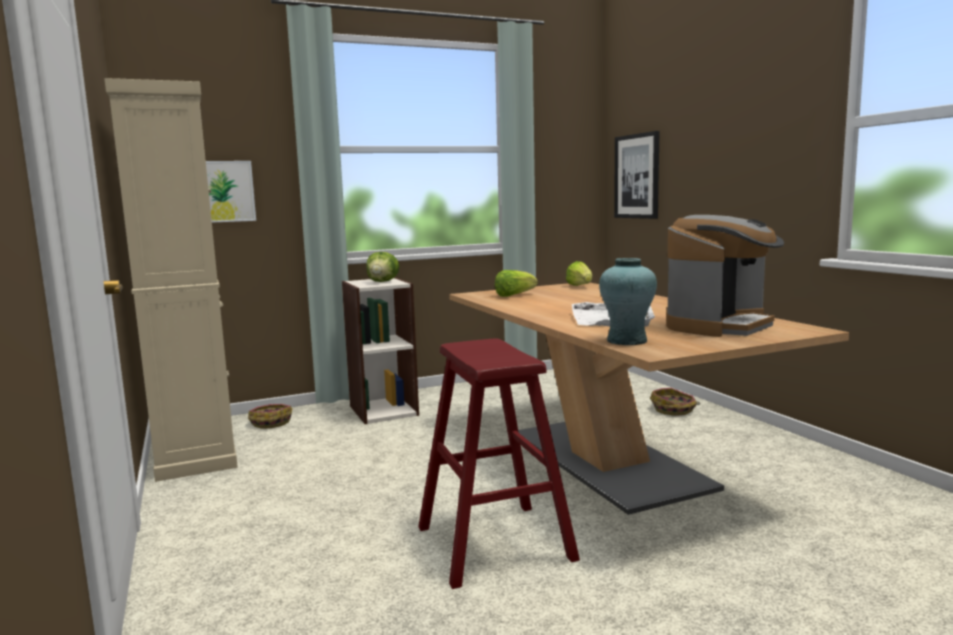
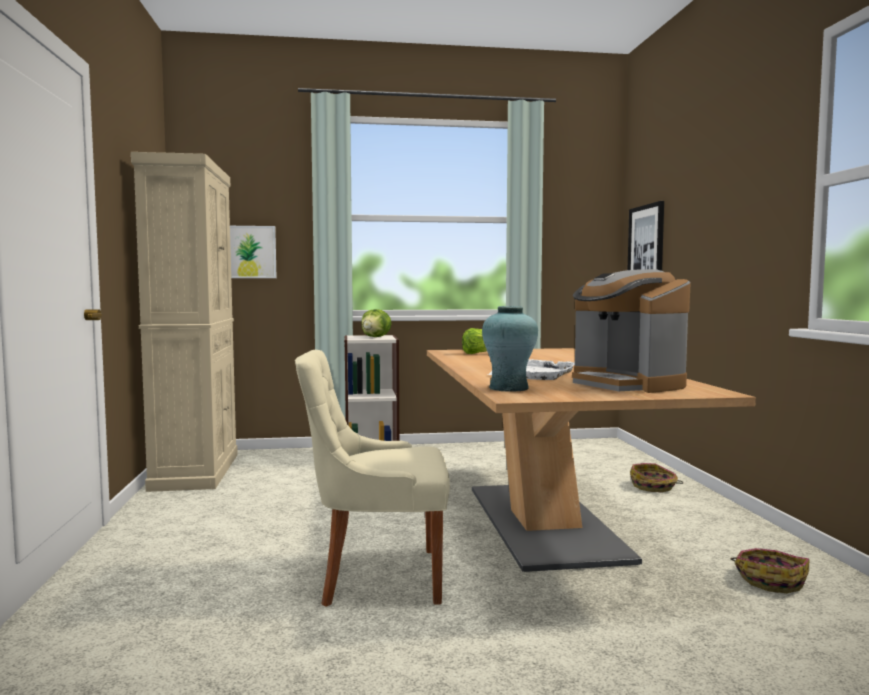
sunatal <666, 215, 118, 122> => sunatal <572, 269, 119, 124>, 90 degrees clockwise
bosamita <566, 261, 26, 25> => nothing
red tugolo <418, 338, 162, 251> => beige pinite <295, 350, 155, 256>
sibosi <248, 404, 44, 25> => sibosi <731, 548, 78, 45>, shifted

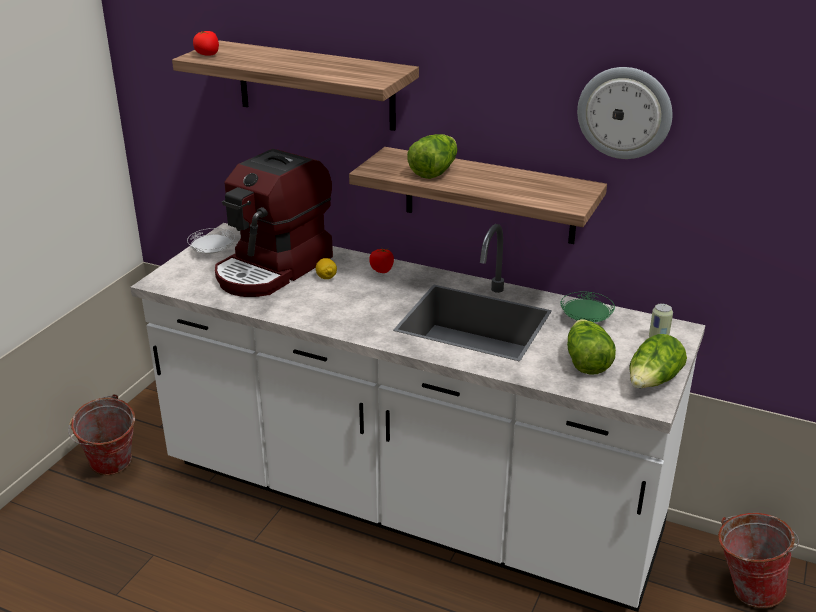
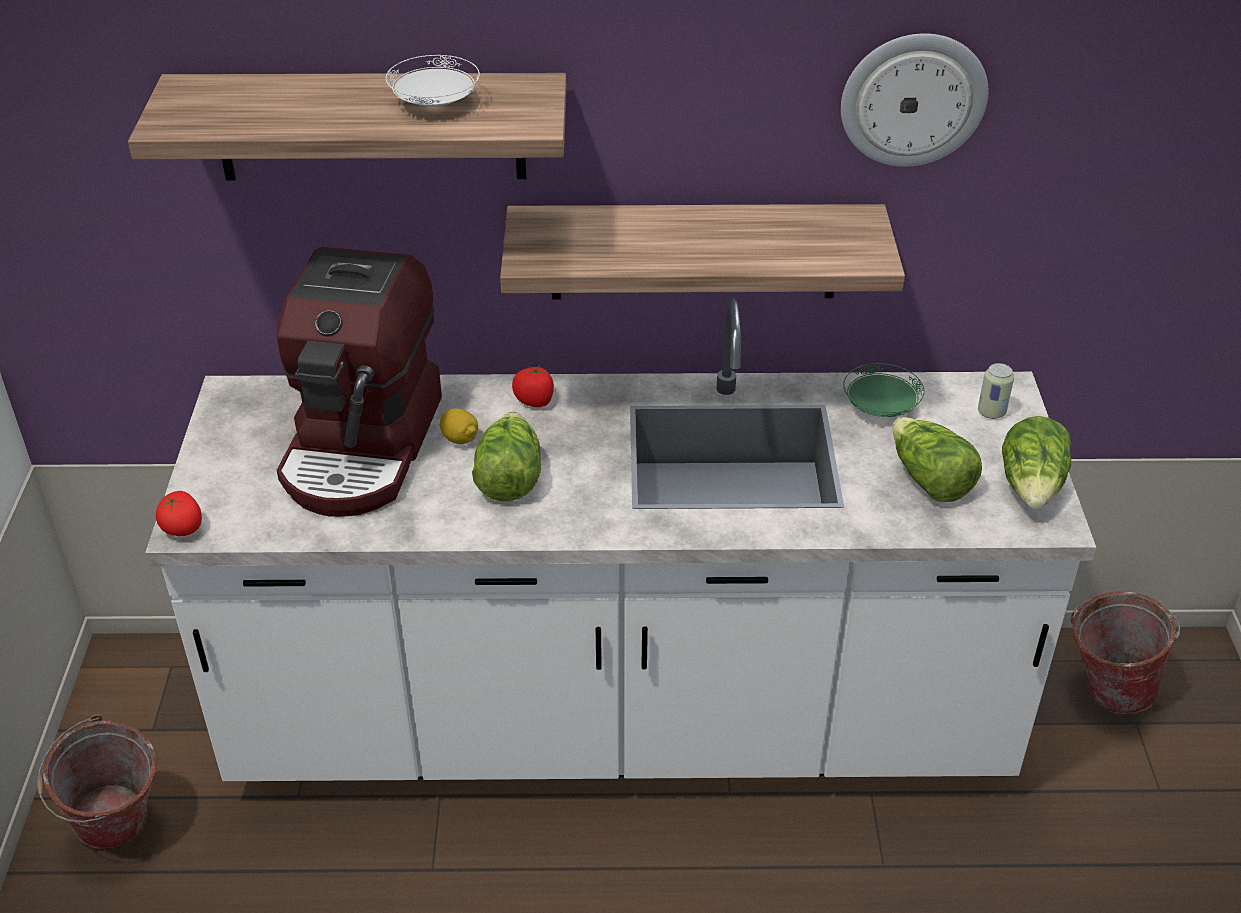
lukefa <193, 31, 26, 25> => lukefa <156, 491, 46, 45>, shifted
bosamita <407, 134, 51, 45> => bosamita <472, 412, 69, 89>, shifted
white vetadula <187, 228, 48, 26> => white vetadula <386, 55, 94, 52>, shifted

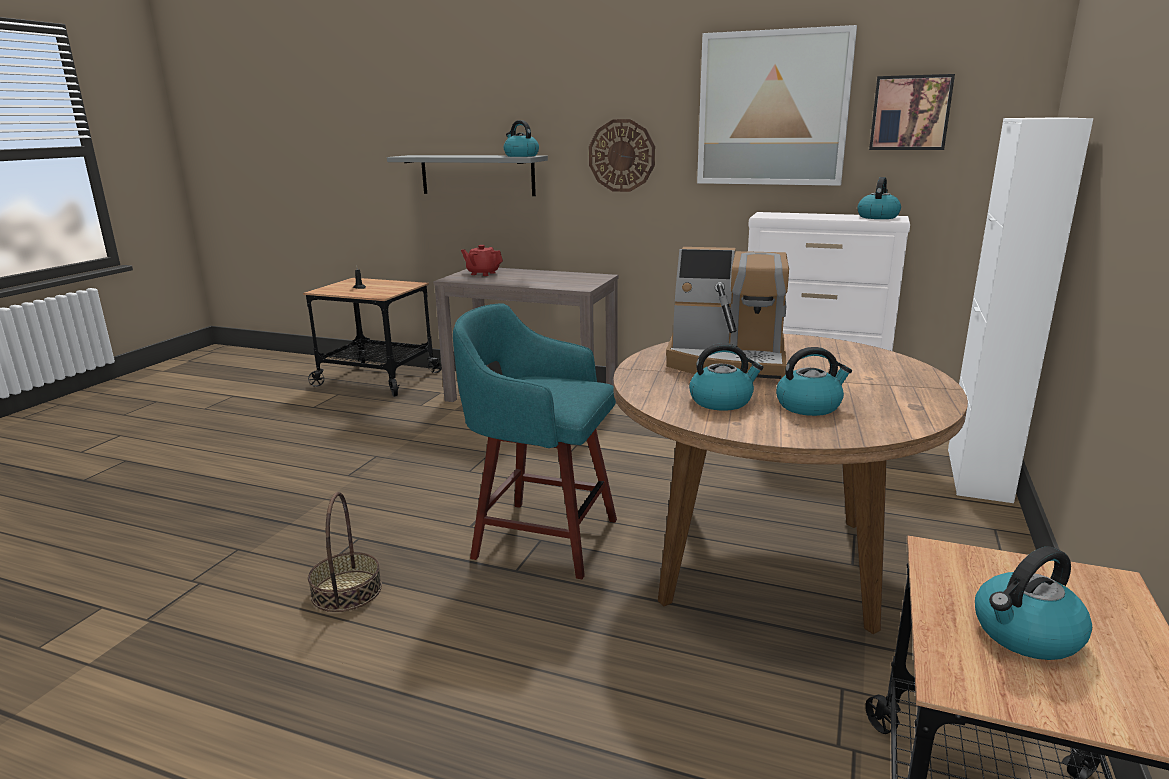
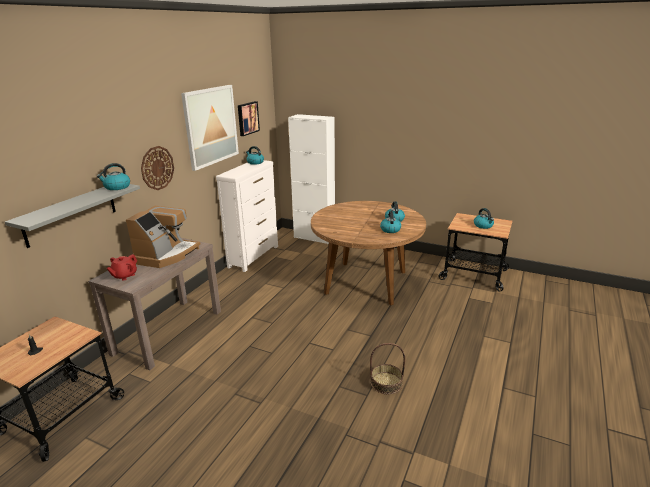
sunatal <666, 247, 123, 132> => sunatal <126, 206, 74, 62>, shifted
turquoise tugolo <453, 303, 164, 276> => nothing

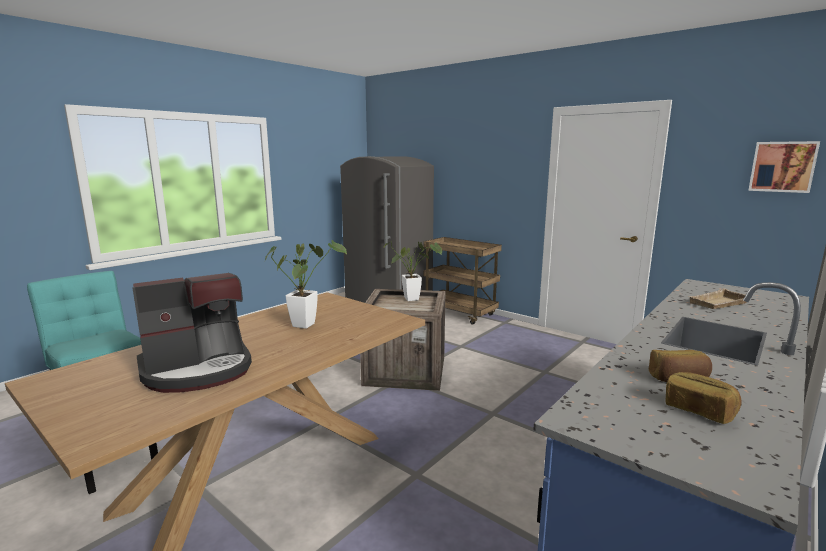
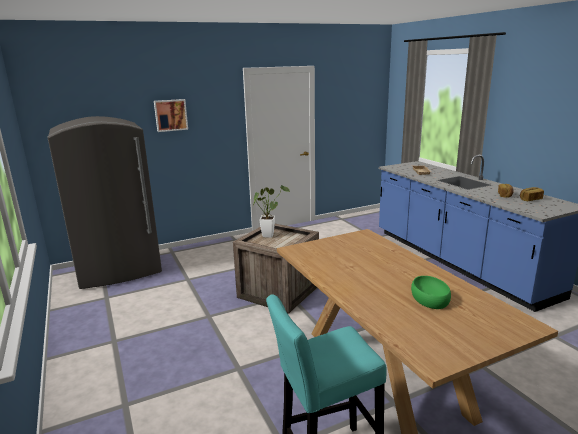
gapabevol <748, 141, 72, 52> => gapabevol <154, 99, 34, 33>, shifted
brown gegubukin <423, 237, 79, 87> => nothing
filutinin <265, 240, 82, 89> => nothing
sunatal <132, 273, 120, 120> => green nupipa <411, 276, 40, 33>

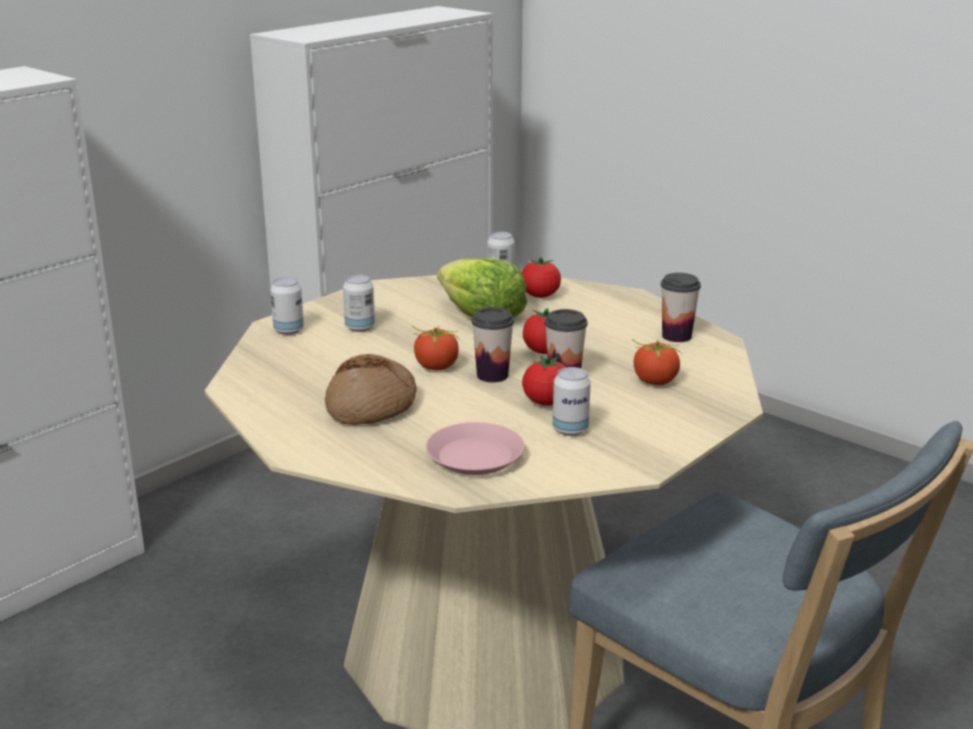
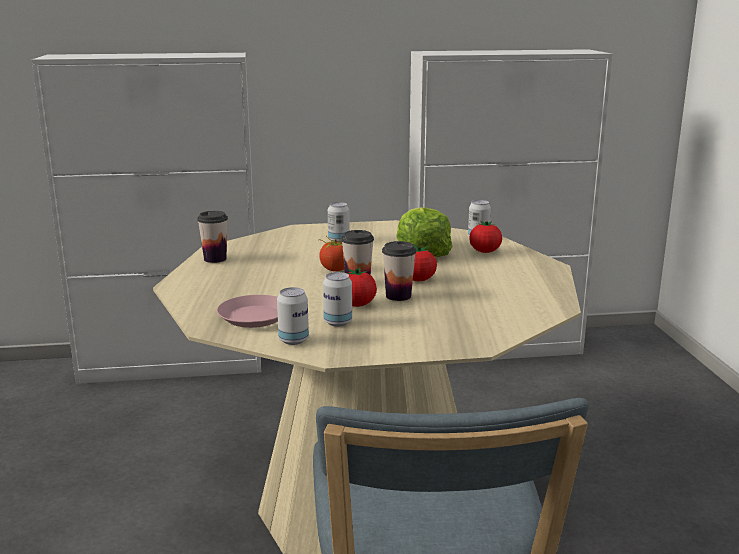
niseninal <661, 273, 40, 69> => niseninal <197, 211, 31, 52>, shifted
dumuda <270, 277, 34, 58> => dumuda <277, 287, 32, 58>, shifted
lukefa <632, 339, 51, 46> => nothing
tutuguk <325, 354, 92, 71> => nothing

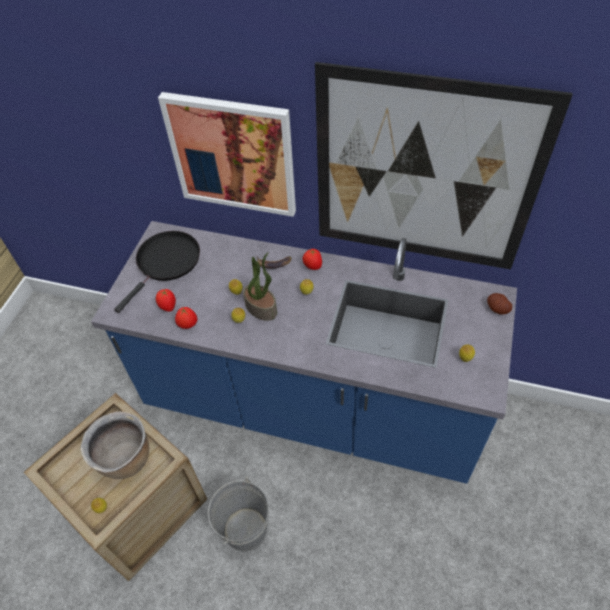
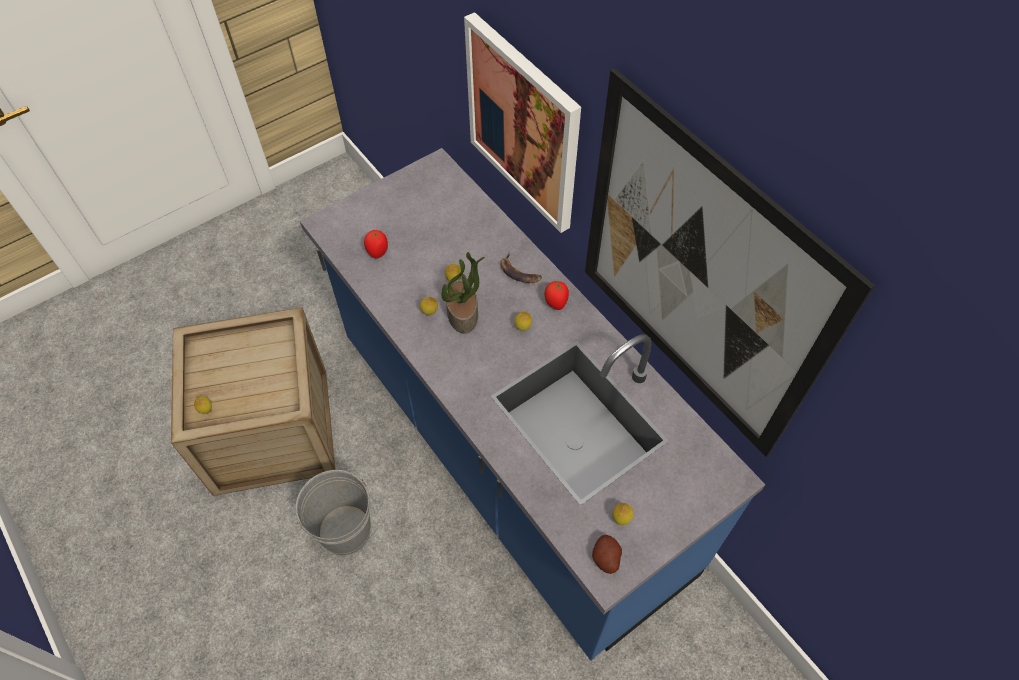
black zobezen <114, 231, 86, 82> => nothing
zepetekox <487, 293, 25, 22> => zepetekox <592, 535, 30, 39>, shifted
lukefa <175, 307, 22, 22> => nothing
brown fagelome <80, 412, 69, 67> => nothing

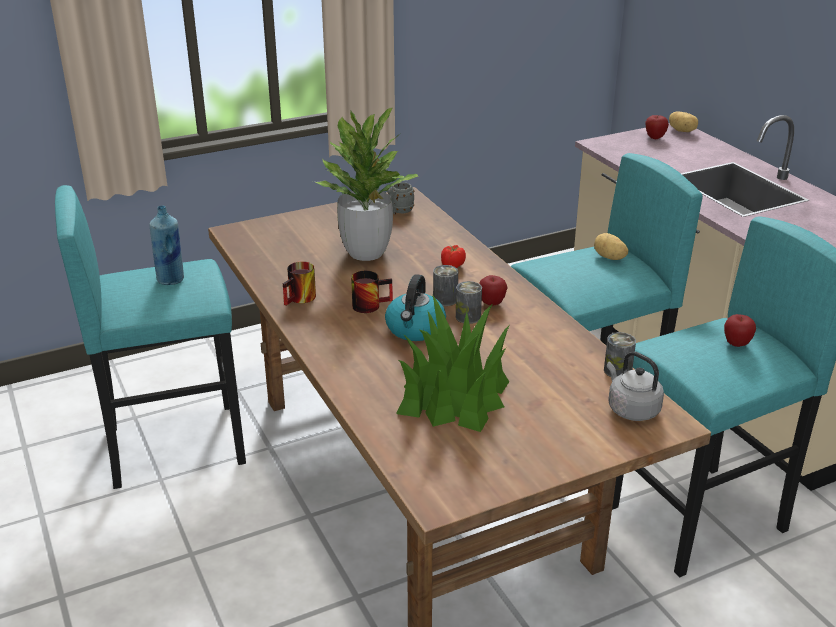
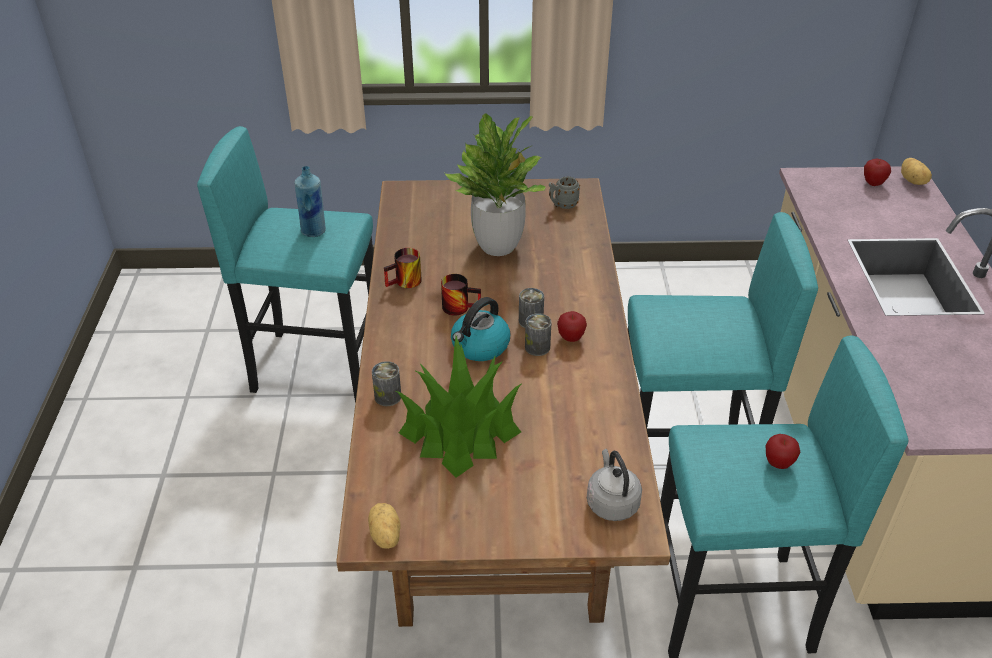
zepetekox <594, 233, 34, 27> => zepetekox <368, 503, 33, 46>, shifted
lukefa <441, 245, 25, 23> => nothing
dumuda <604, 332, 32, 45> => dumuda <372, 361, 29, 45>, shifted

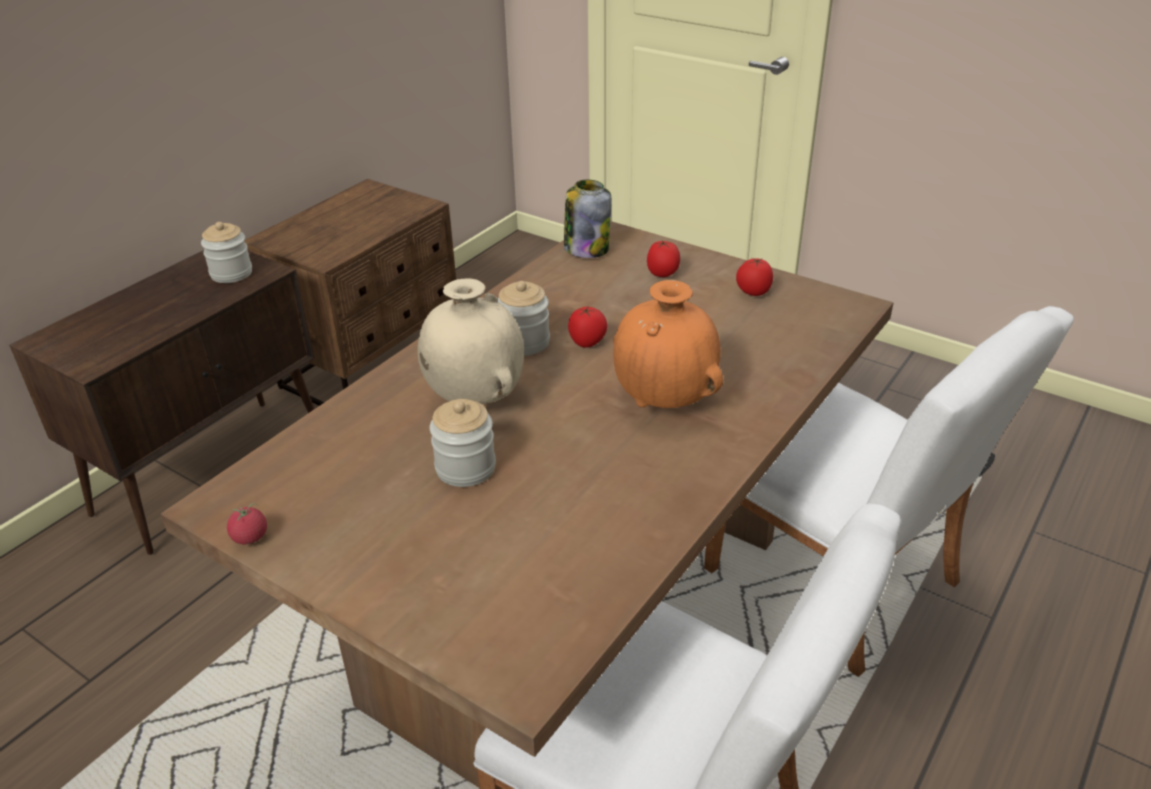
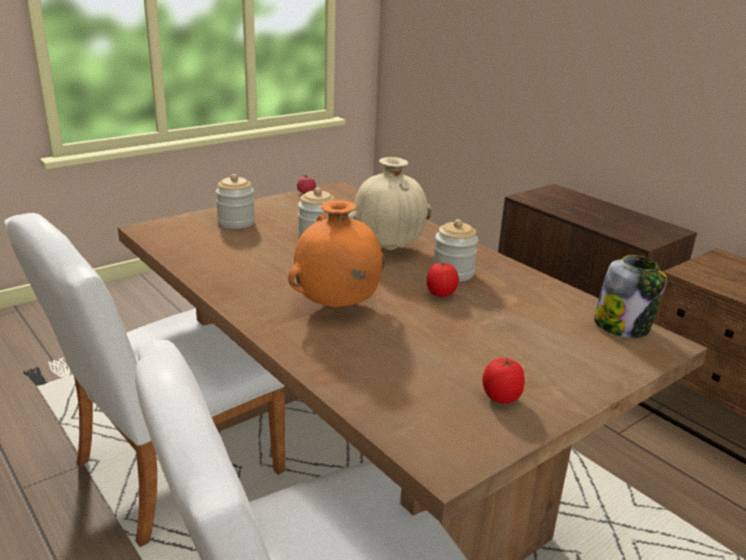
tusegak <201, 222, 51, 61> => tusegak <216, 174, 39, 55>, shifted
lukefa <647, 240, 33, 37> => nothing

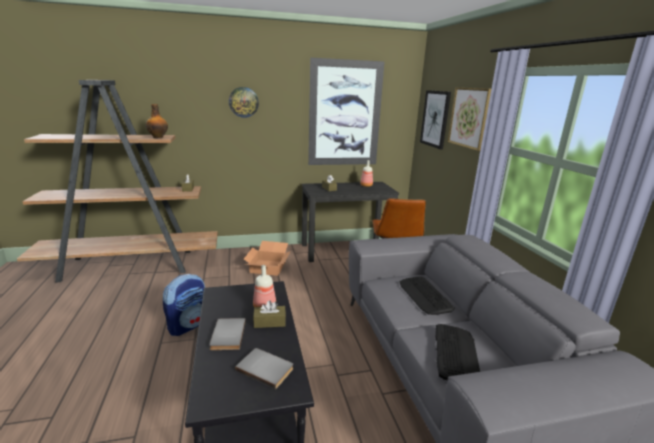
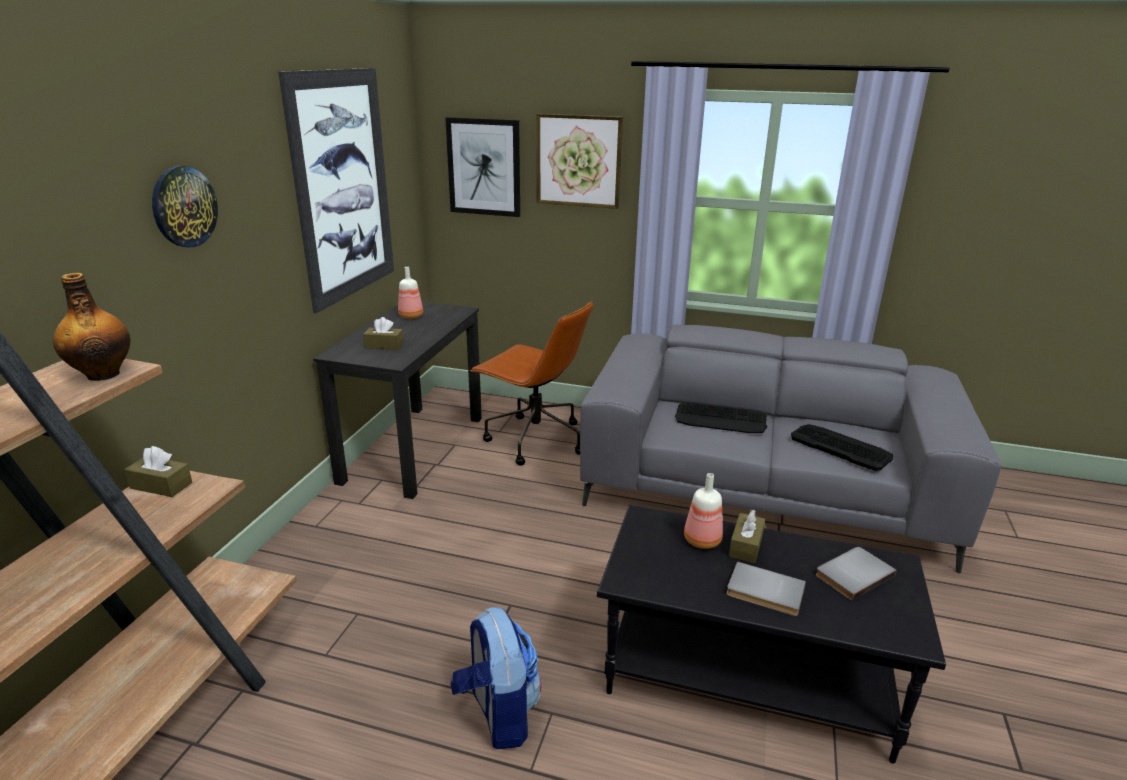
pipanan <244, 241, 47, 35> => nothing

